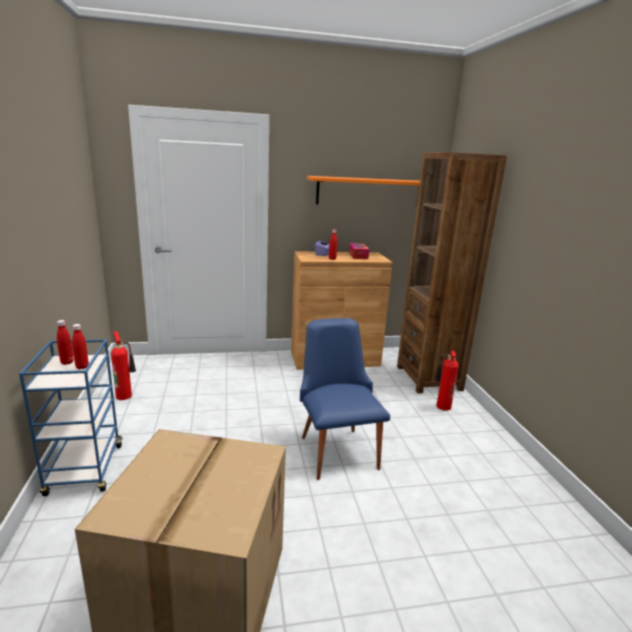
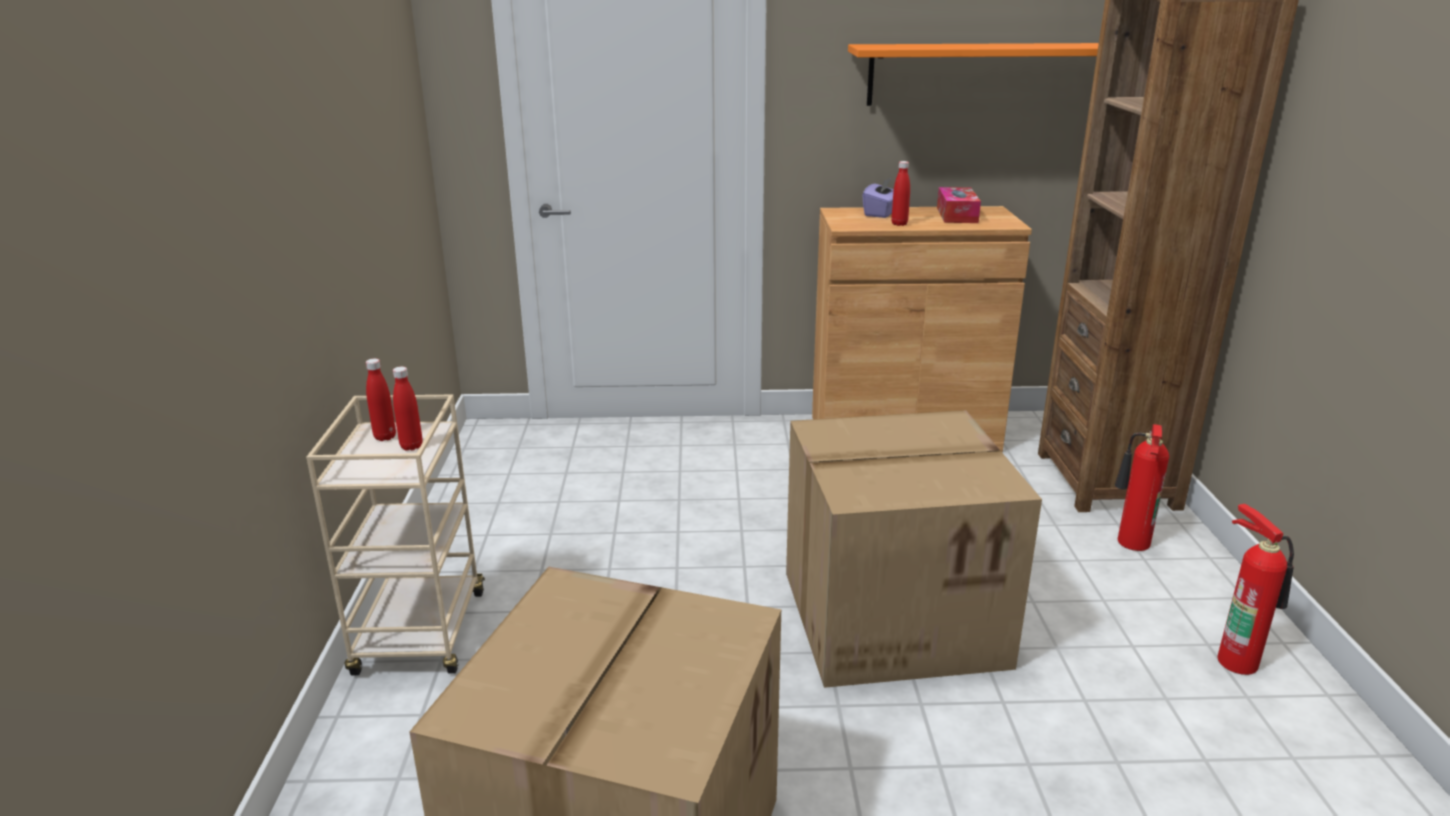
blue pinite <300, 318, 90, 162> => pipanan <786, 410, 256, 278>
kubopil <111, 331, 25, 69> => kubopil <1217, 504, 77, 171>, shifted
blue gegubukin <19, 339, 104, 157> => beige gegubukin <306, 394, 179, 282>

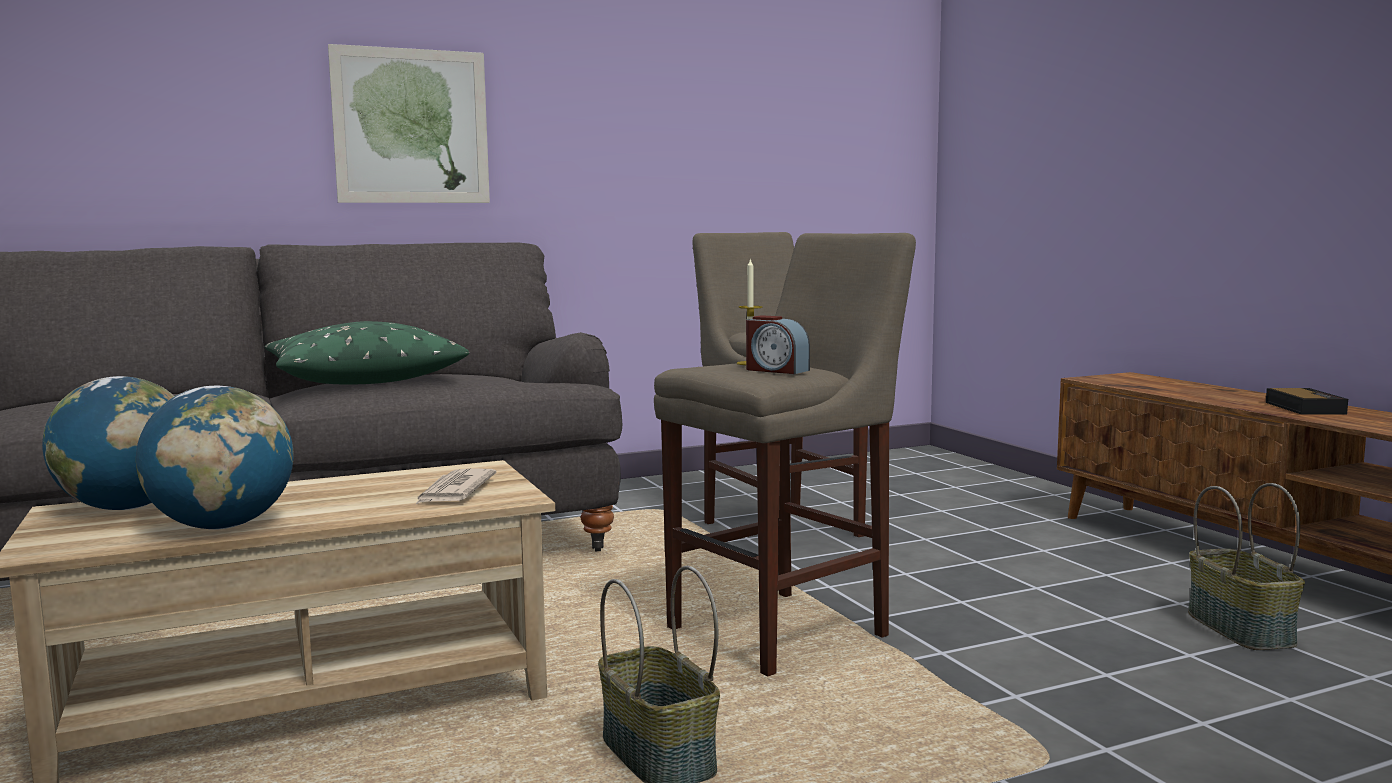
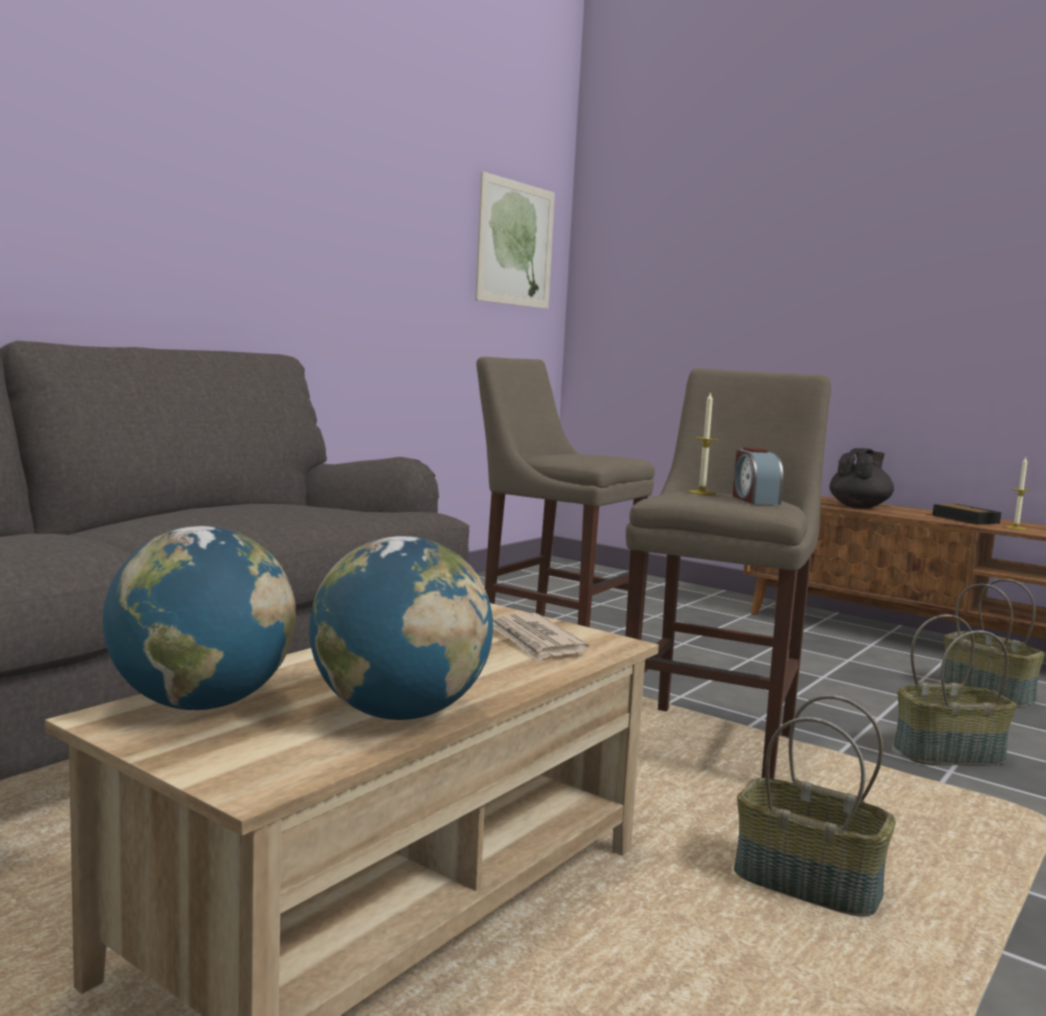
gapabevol <328, 44, 162, 159> => gapabevol <475, 171, 80, 138>, shifted
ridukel <746, 315, 64, 59> => ridukel <733, 447, 50, 58>, 75 degrees clockwise
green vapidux <265, 321, 204, 64> => nothing
nothing => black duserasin <829, 448, 65, 60>
nothing => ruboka <1006, 457, 25, 73>
nothing => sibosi <894, 614, 123, 151>

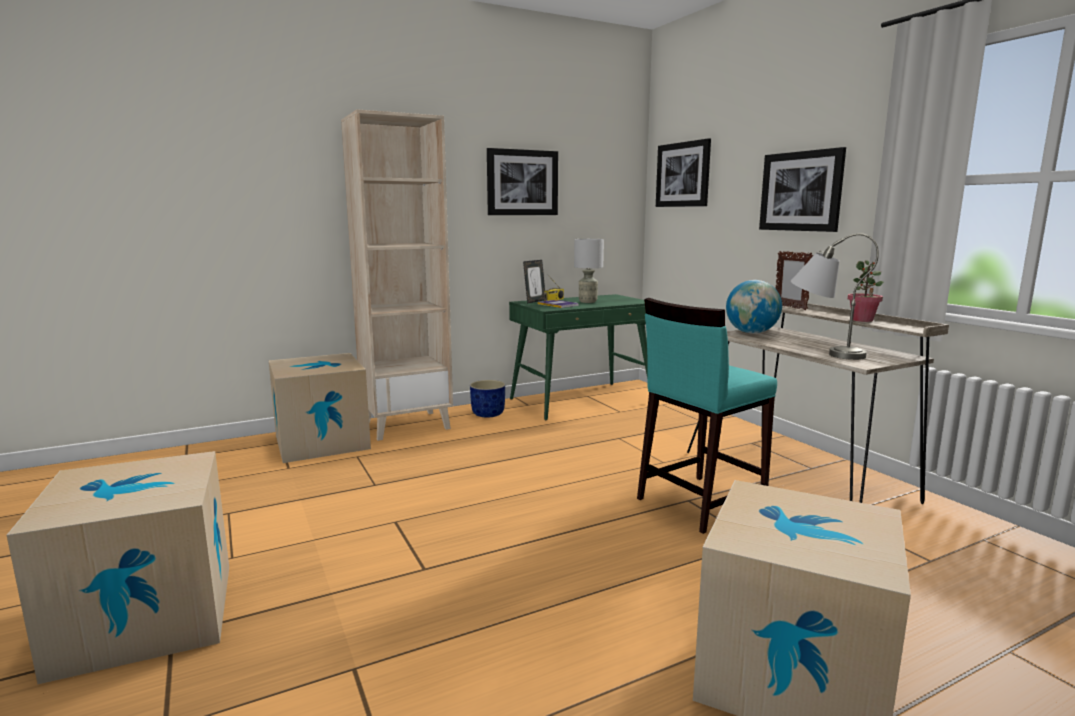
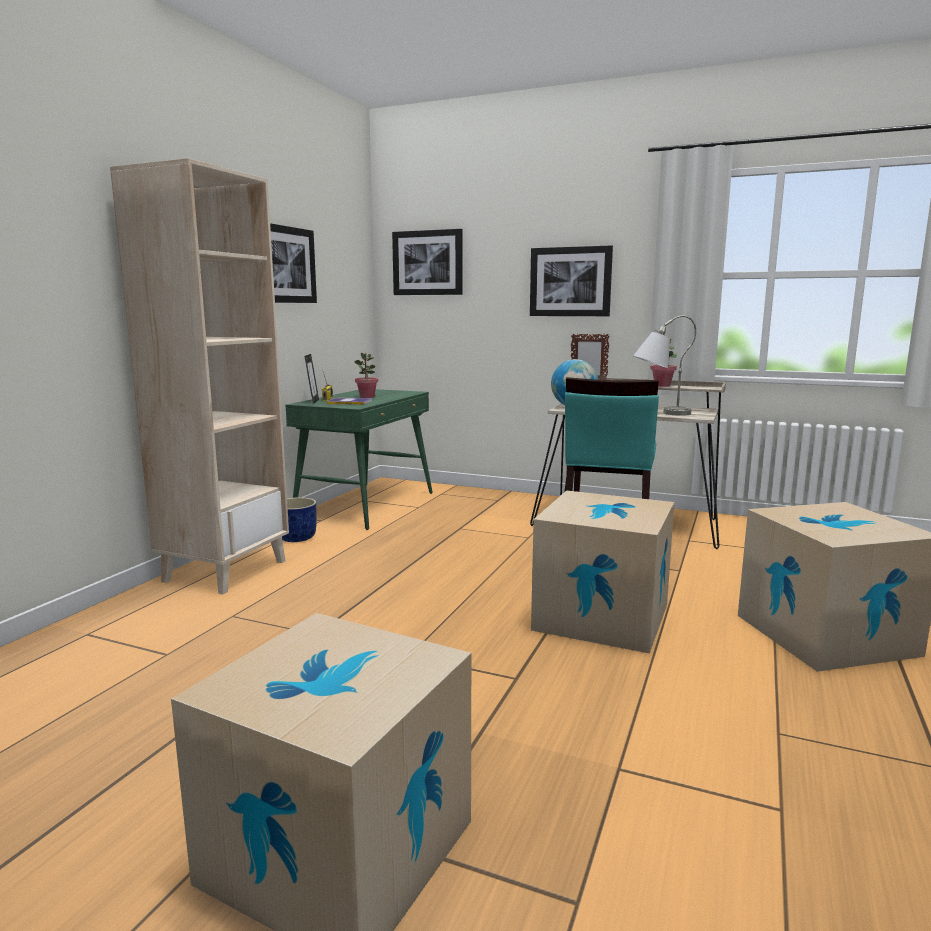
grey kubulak <574, 239, 30, 64> => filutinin <355, 353, 23, 45>
pipanan <269, 353, 102, 110> => pipanan <531, 490, 143, 164>, shifted

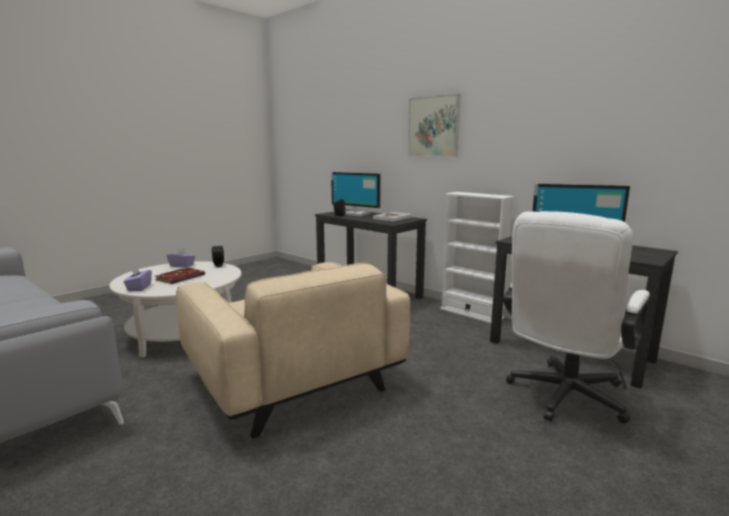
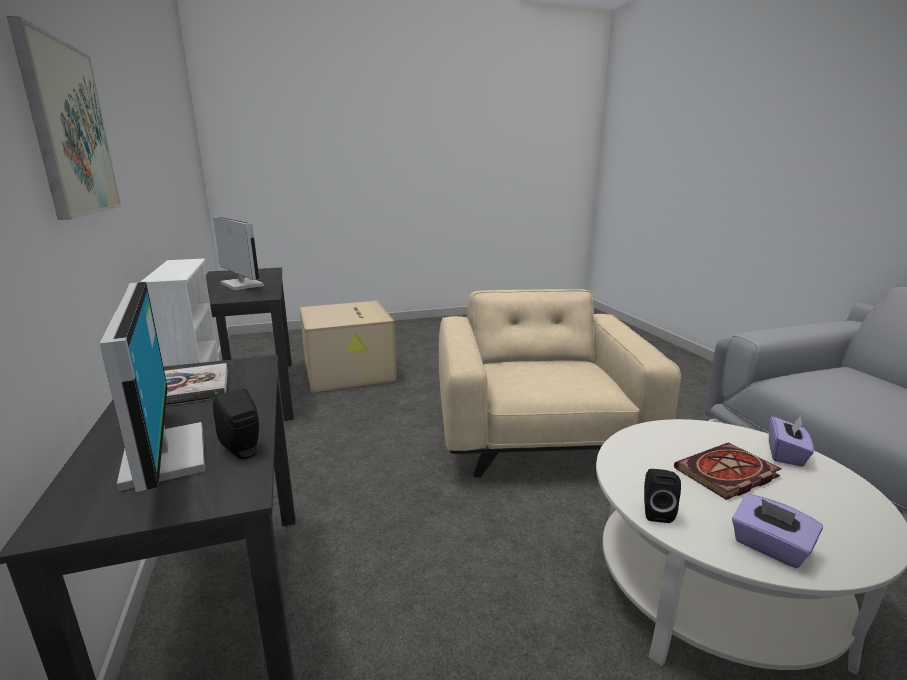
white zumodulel <503, 211, 147, 212> => pipanan <299, 301, 98, 92>

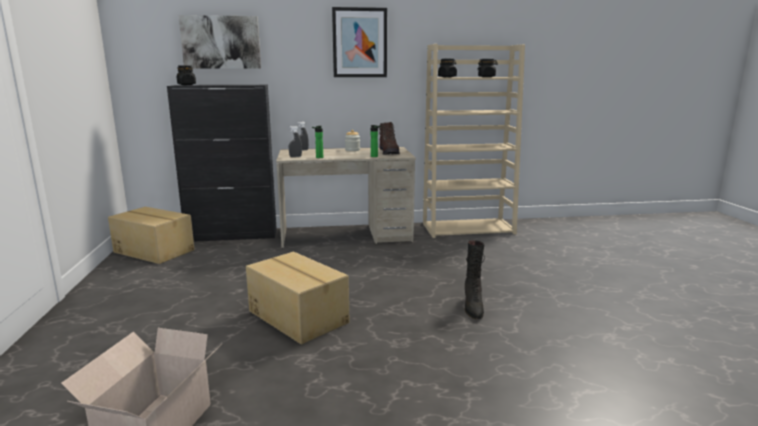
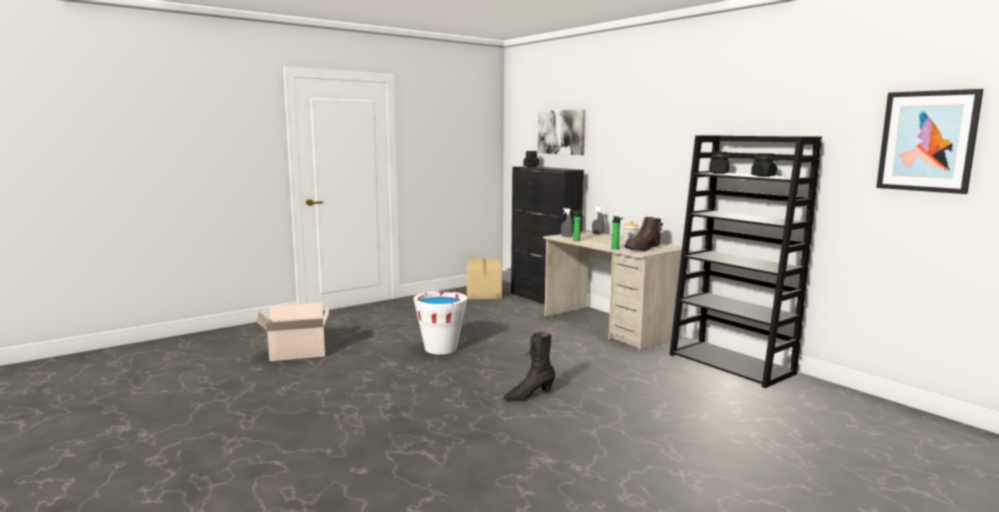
gapabevol <332, 7, 55, 70> => gapabevol <876, 89, 107, 105>, shifted
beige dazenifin <423, 44, 102, 194> => black dazenifin <669, 135, 153, 253>
pipanan <246, 252, 104, 92> => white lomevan <413, 291, 54, 64>

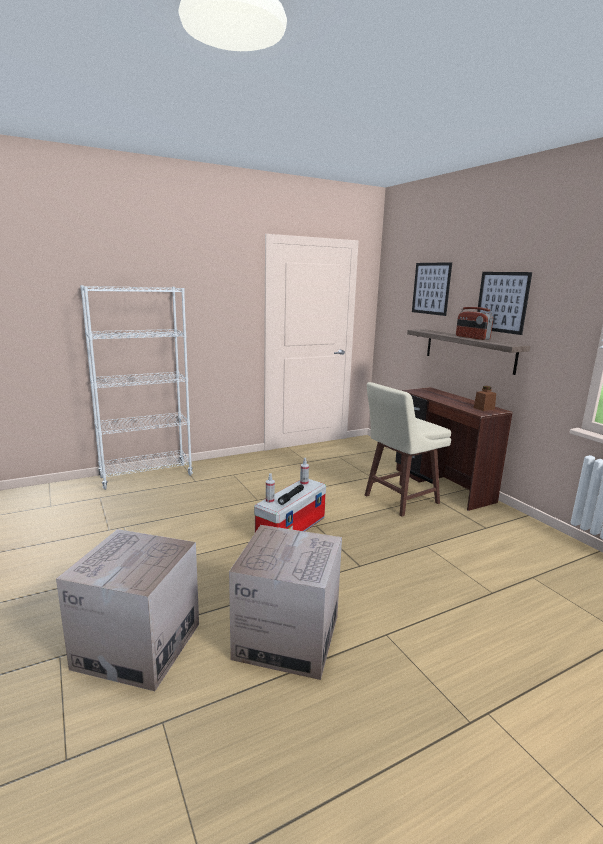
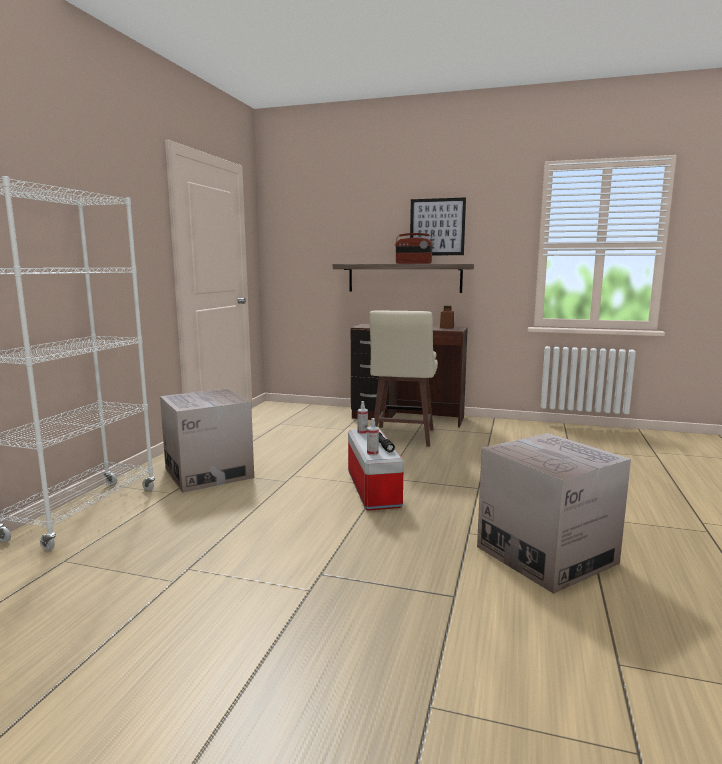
gapabevol <412, 262, 40, 54> => nothing
pipanan <56, 529, 143, 162> => pipanan <160, 388, 94, 105>, shifted

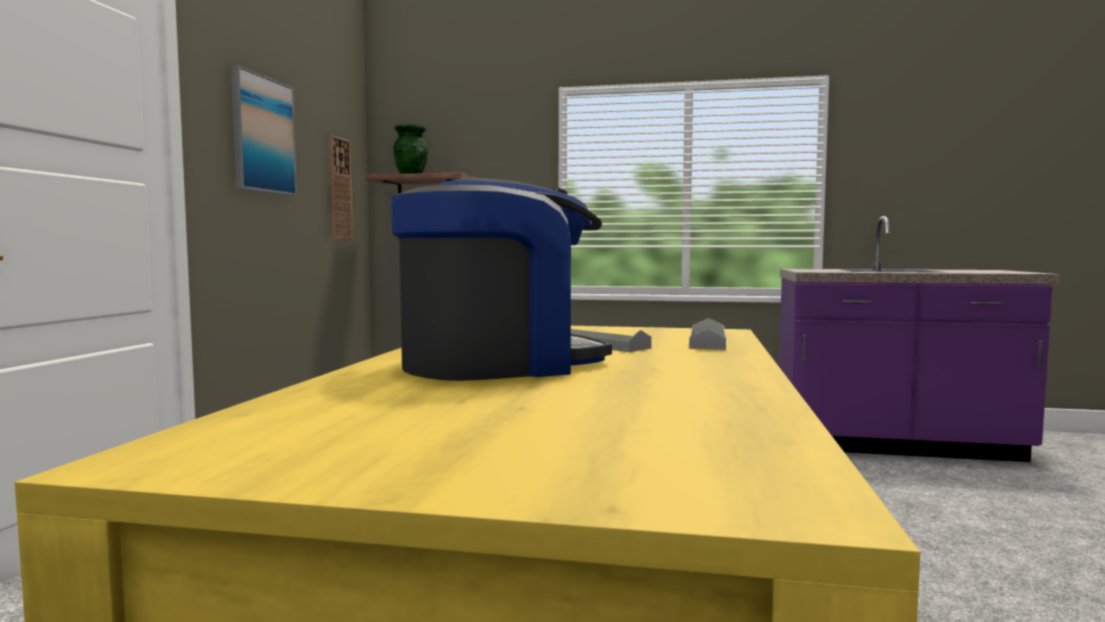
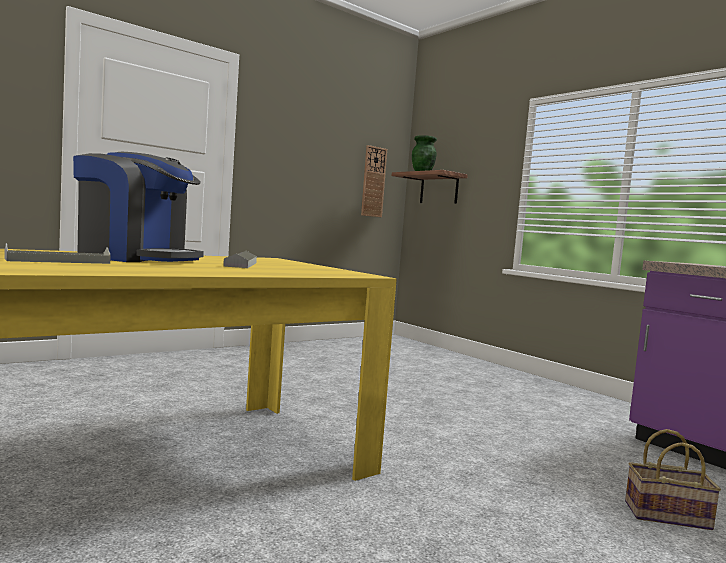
gapabevol <231, 65, 66, 131> => nothing
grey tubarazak <689, 318, 37, 32> => grey tubarazak <4, 243, 107, 21>, shifted
nothing => sibosi <625, 429, 96, 101>

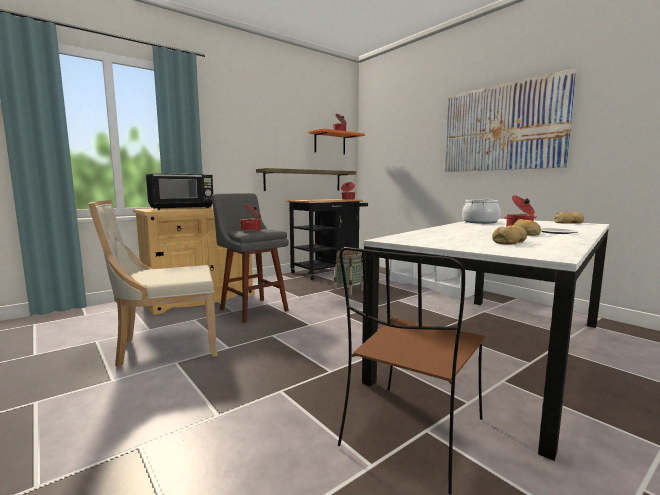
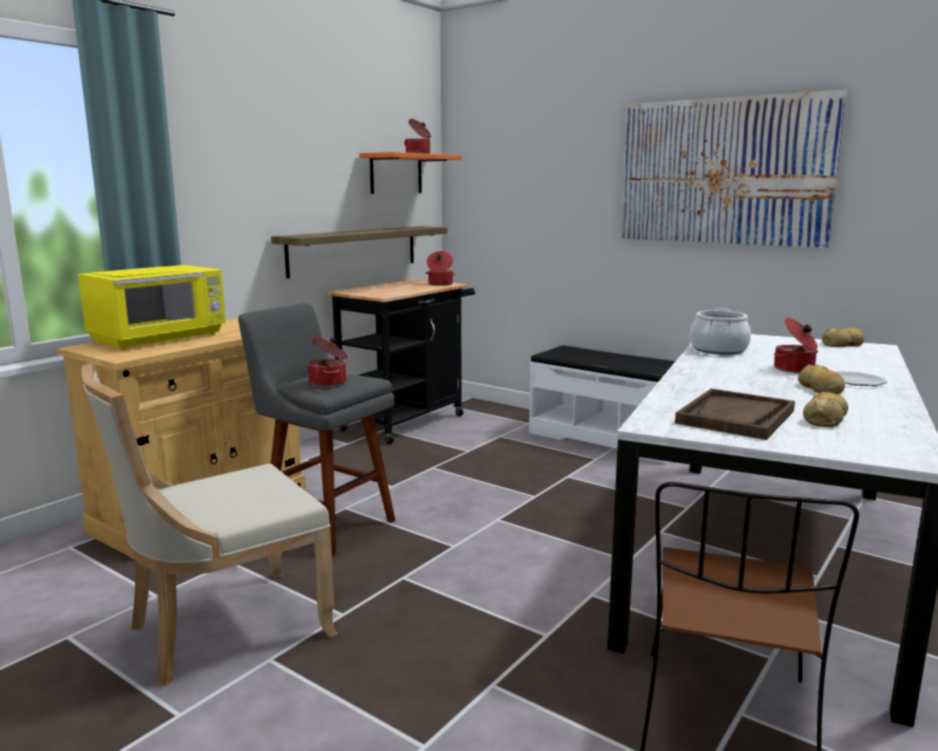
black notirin <146, 173, 67, 37> => yellow notirin <78, 265, 148, 85>
sibosi <333, 250, 30, 45> => nothing
nothing => brown tubarazak <675, 388, 120, 52>

